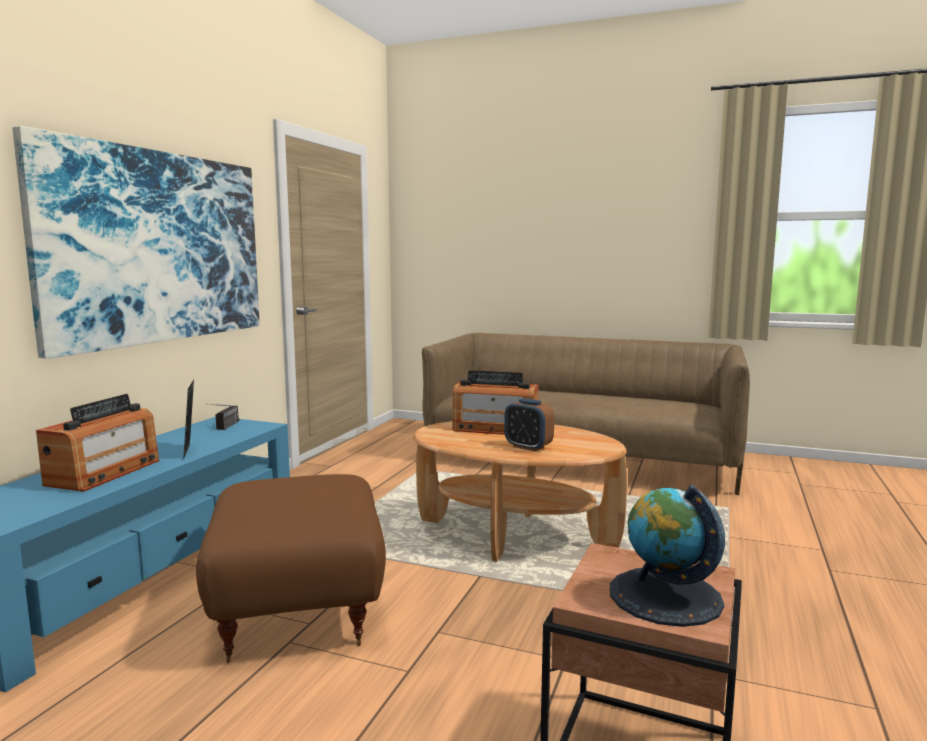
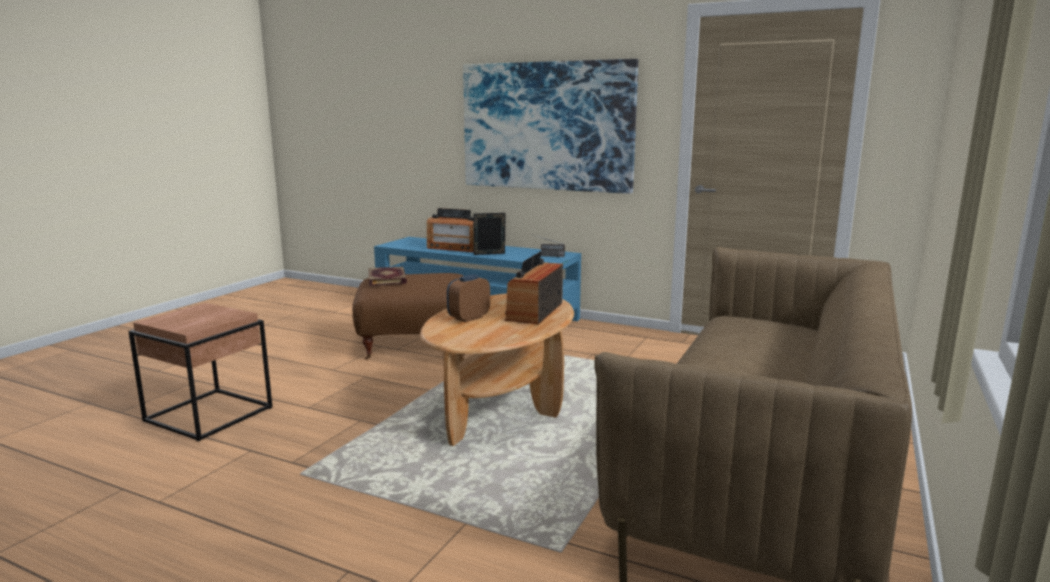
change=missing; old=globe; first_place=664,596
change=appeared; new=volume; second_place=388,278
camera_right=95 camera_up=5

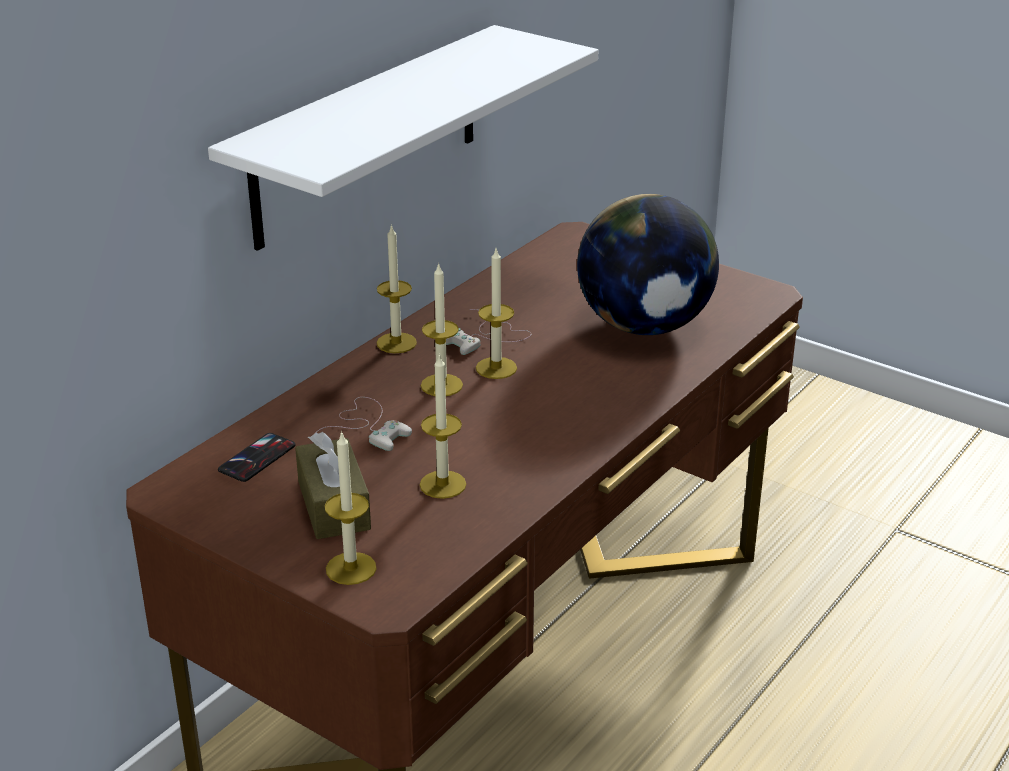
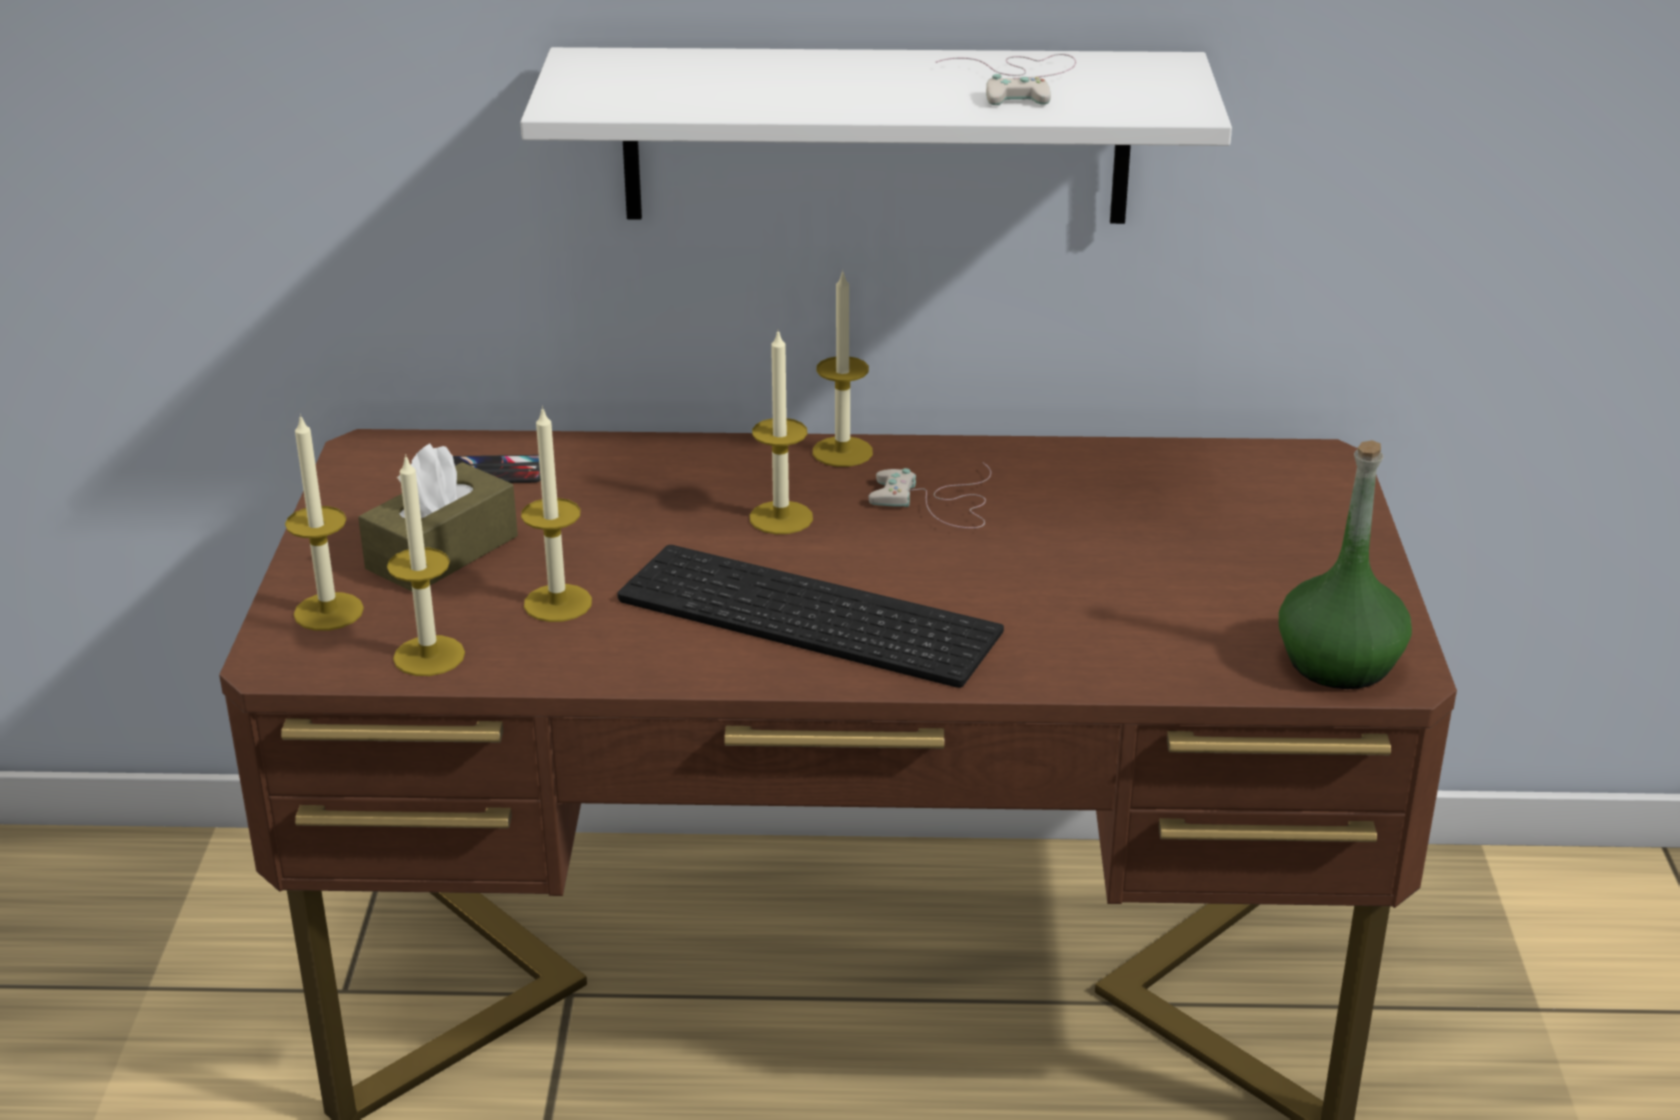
change=missing; old=globe; first_place=644,326
change=relocated; old=wax candle; first_place=496,368; second_place=429,656
change=relocated; old=gamepad/white; first_place=366,427; second_place=1021,81
change=appeared; new=drink bottle/green; second_place=1338,663
change=appeared; new=keyboard; second_place=801,618
camera_right=55 camera_up=0

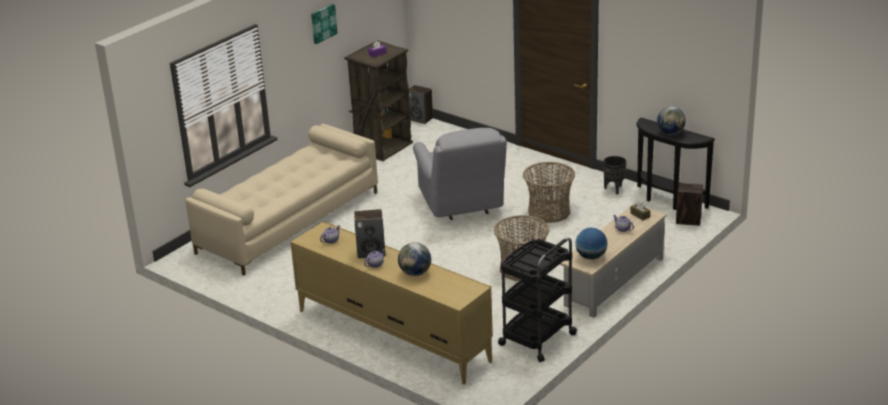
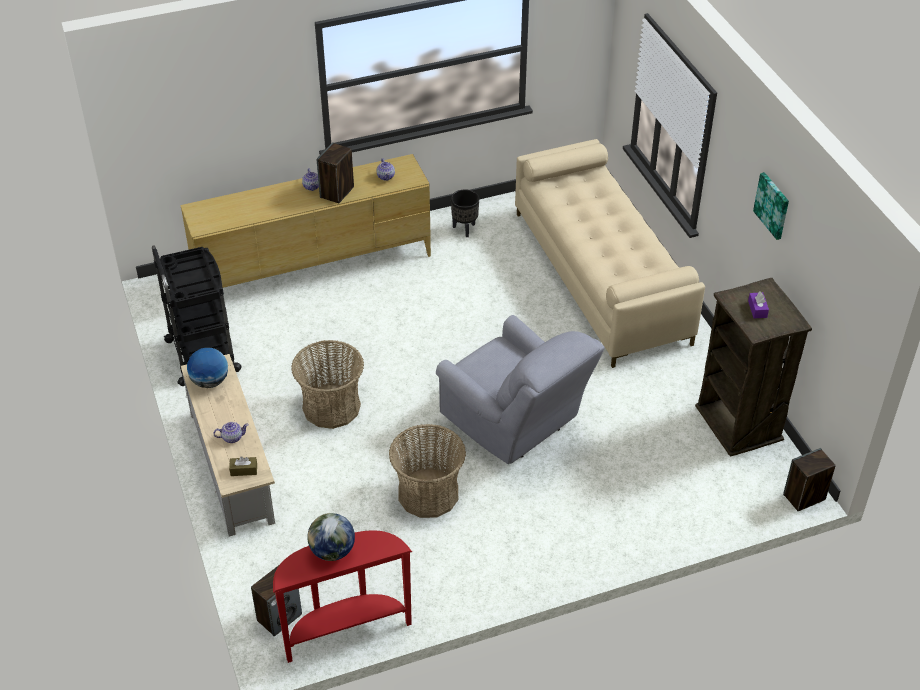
change=colour; old=narrow table/black; new=narrow table/red-coloured; first_place=667,200; second_place=345,629
change=spun; old=easy chair/greyish; first_place=462,205; second_place=515,425; degrees=-150
change=relocated; old=planter/black; first_place=614,189; second_place=464,229
change=missing; old=globe; first_place=415,273
camera_right=120 camera_up=15

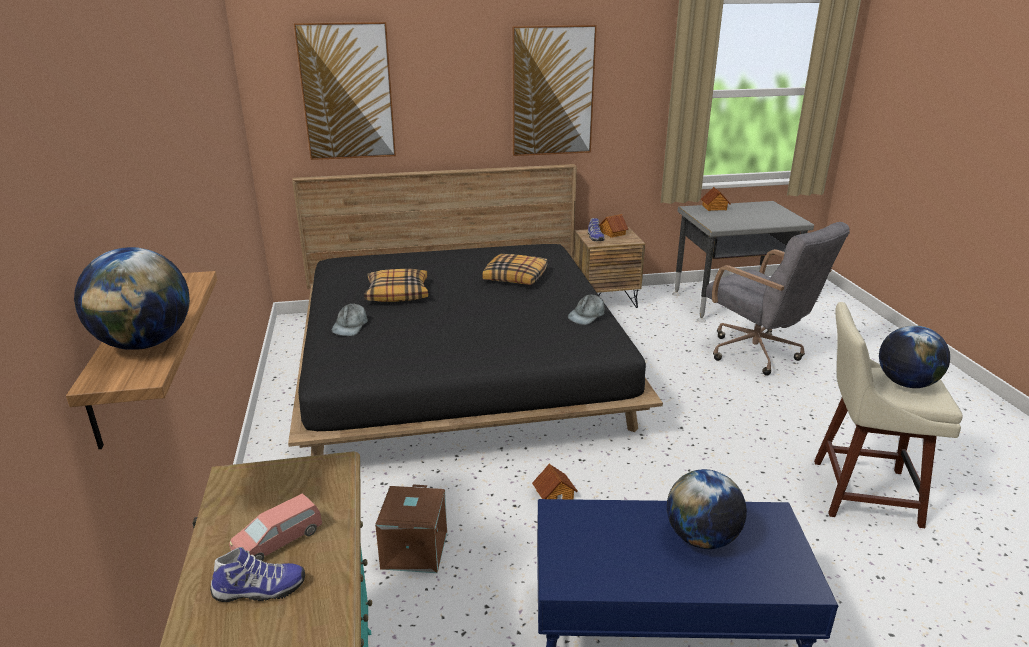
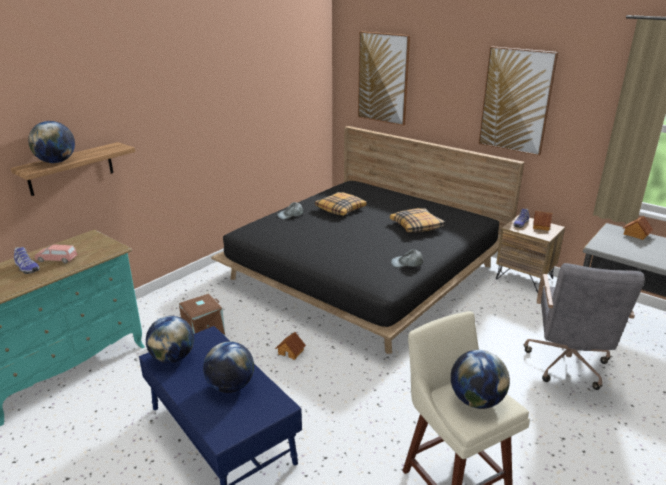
change=appeared; new=globe; second_place=173,357
camera_right=50 camera_up=0

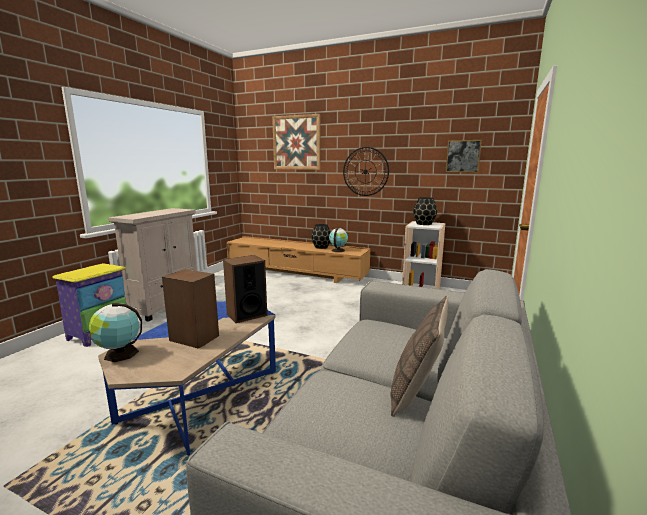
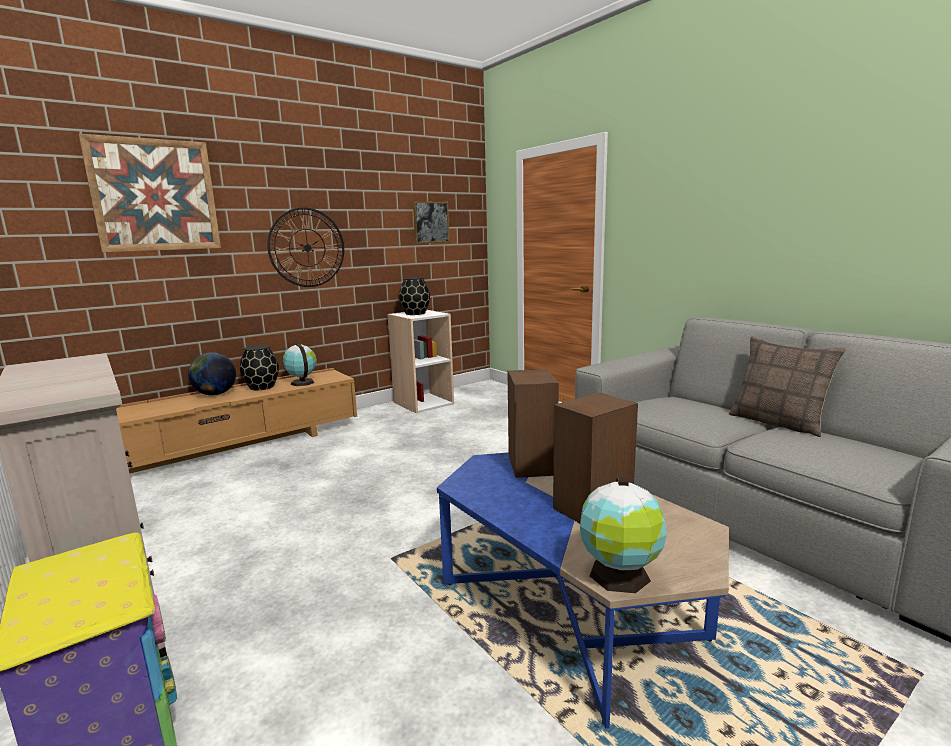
change=appeared; new=globe; second_place=215,394
camera_right=-60 camera_up=0

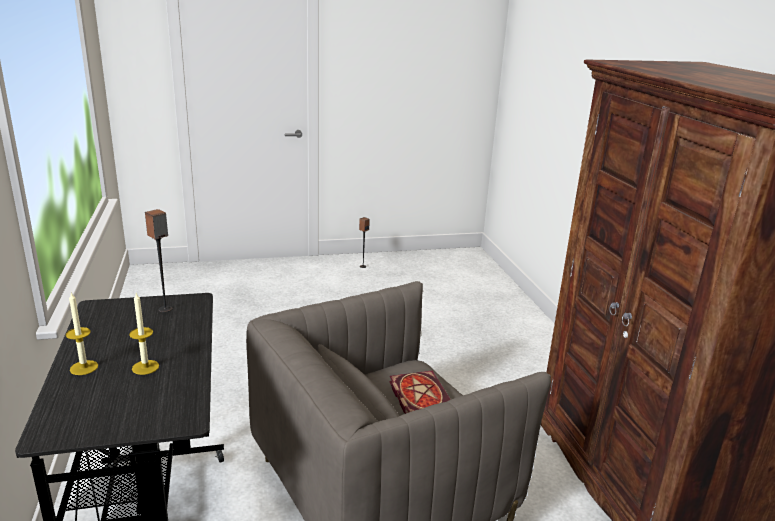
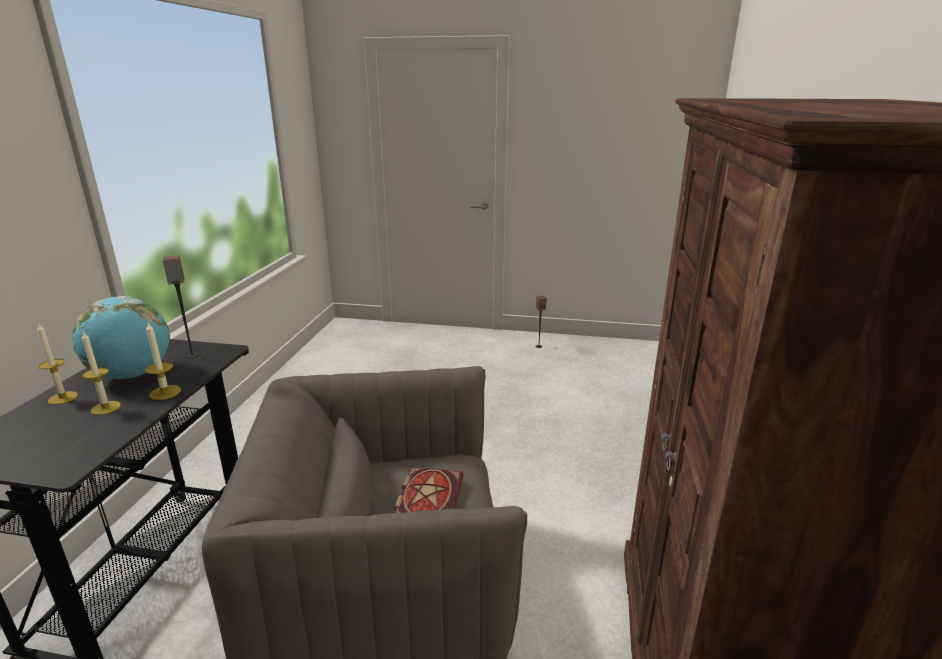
change=appeared; new=globe; second_place=133,375
change=appeared; new=wax candle; second_place=165,392
camera_right=25 camera_up=0

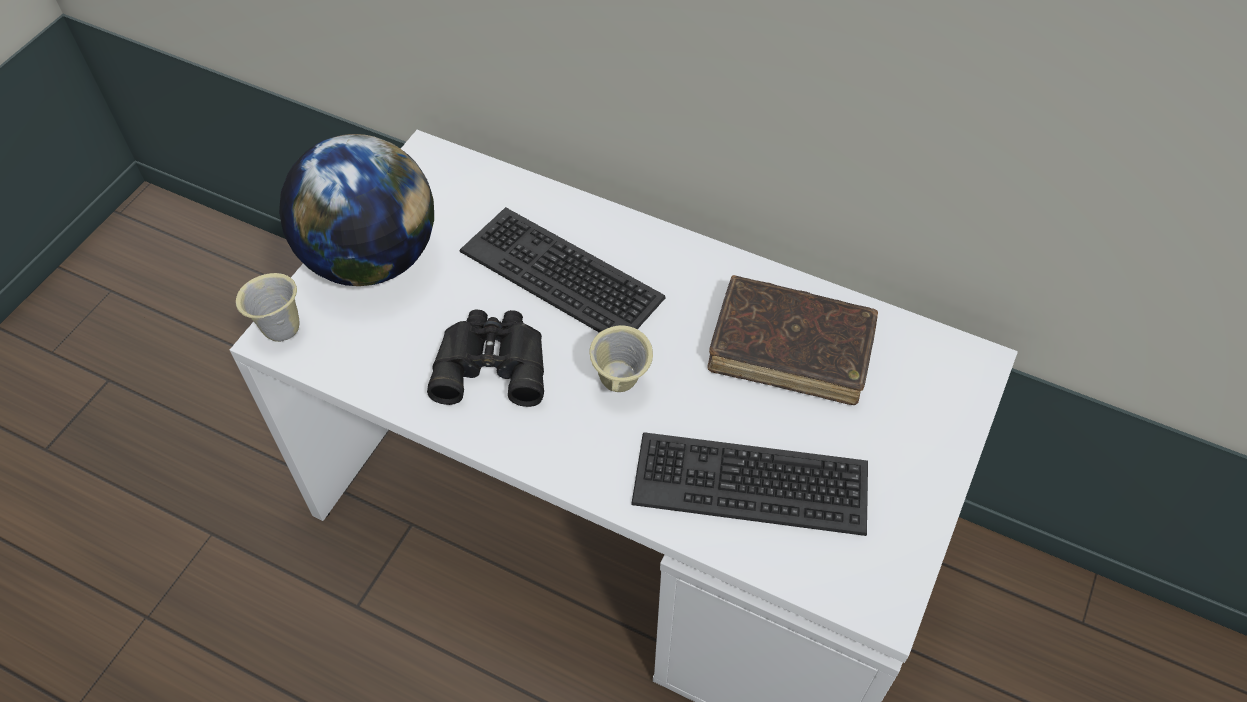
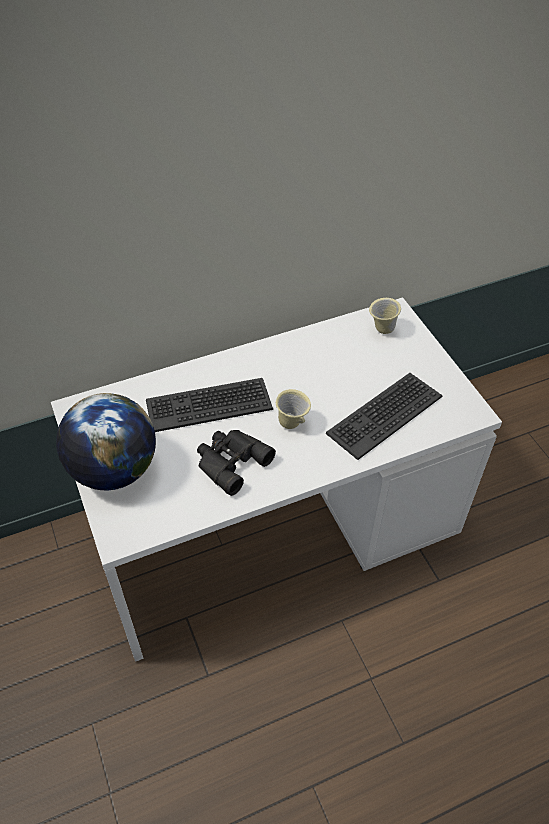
change=relocated; old=tea mug/beige-coloured; first_place=280,328; second_place=381,330
change=missing; old=volume/brown; first_place=790,349
camera_right=-50 camera_up=-5

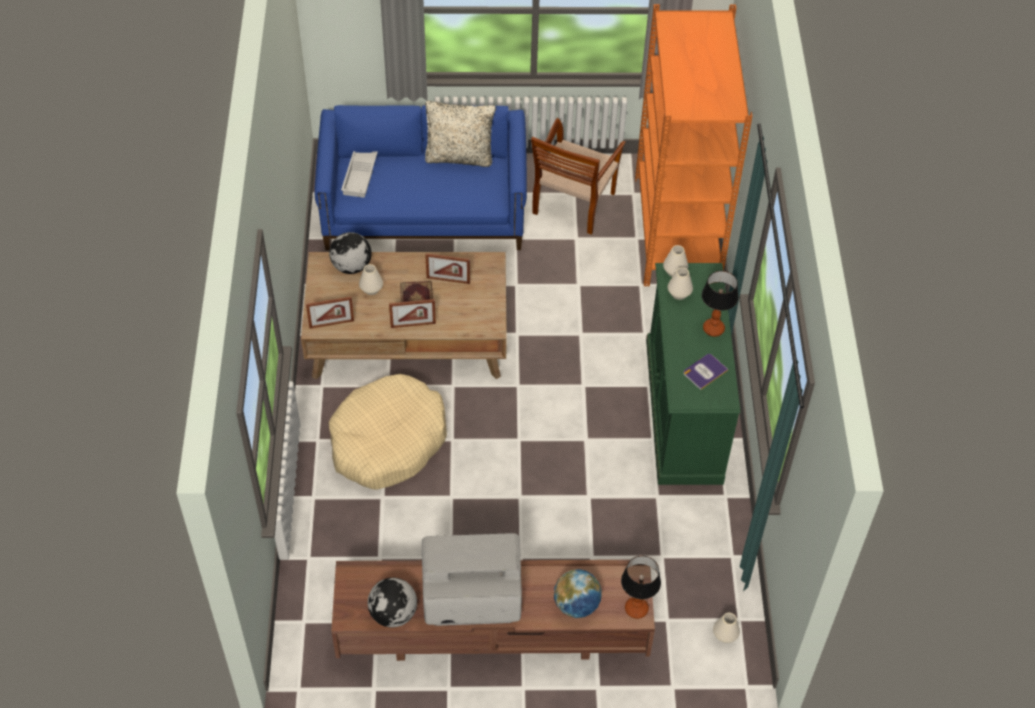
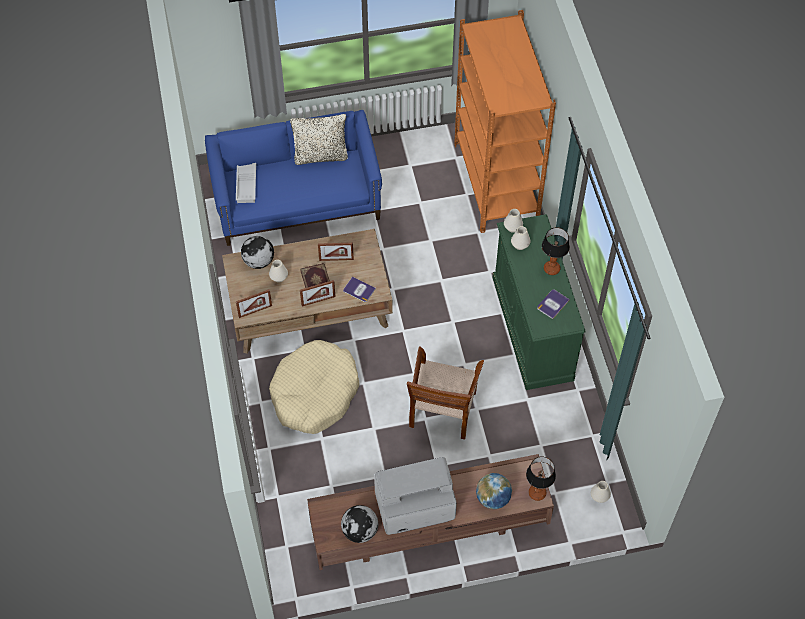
change=relocated; old=easy chair/brown; first_place=573,204; second_place=442,411
change=appeared; new=volume; second_place=359,290
camera_right=-10 camera_up=5

